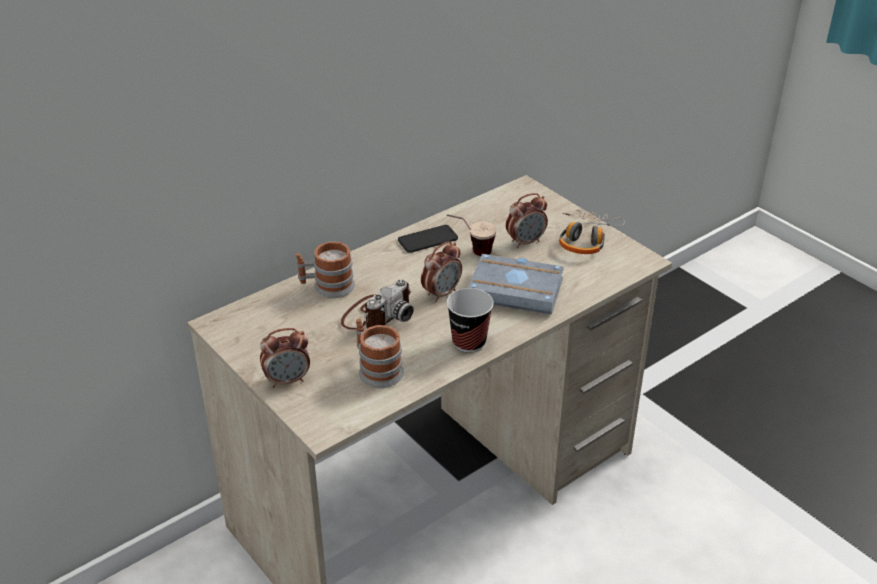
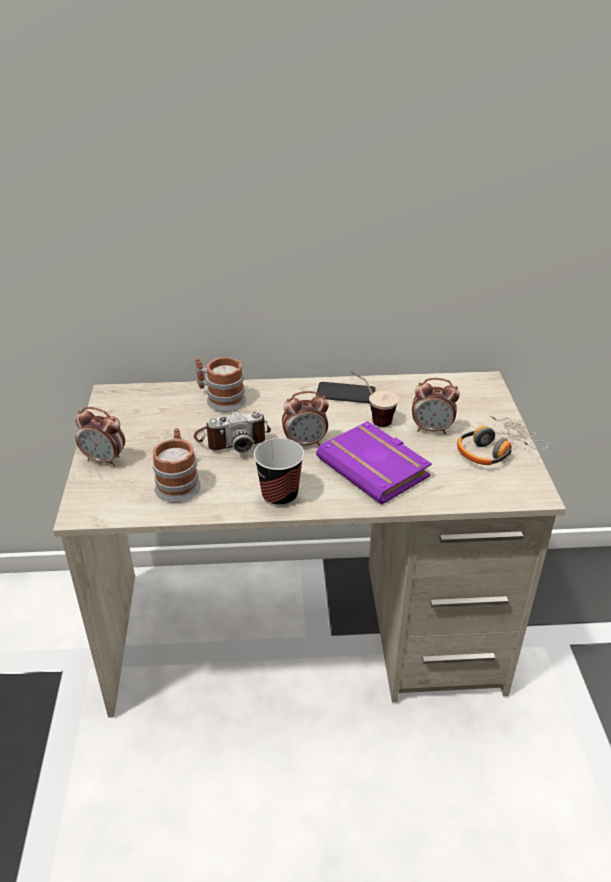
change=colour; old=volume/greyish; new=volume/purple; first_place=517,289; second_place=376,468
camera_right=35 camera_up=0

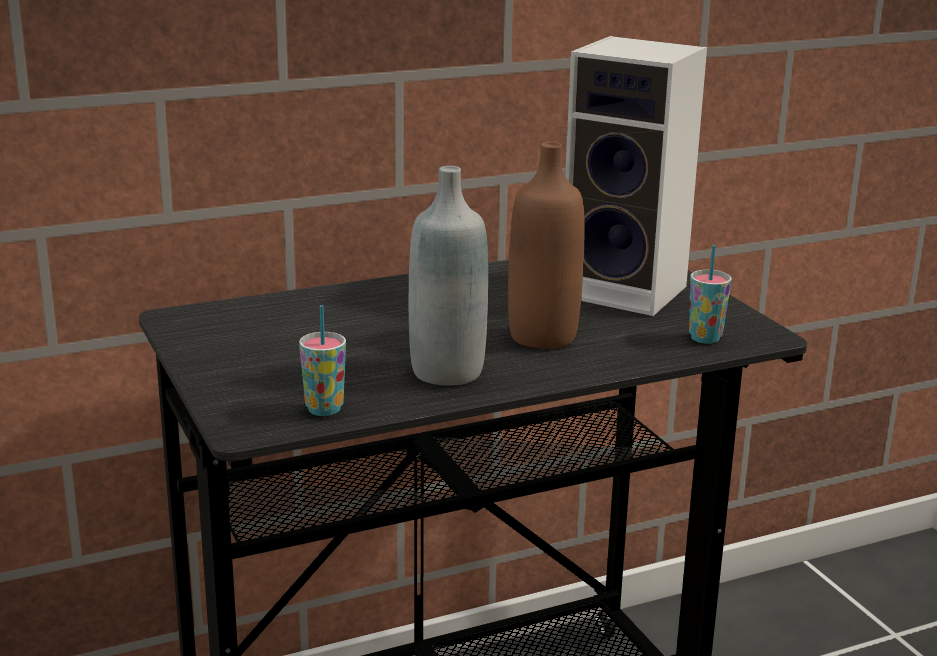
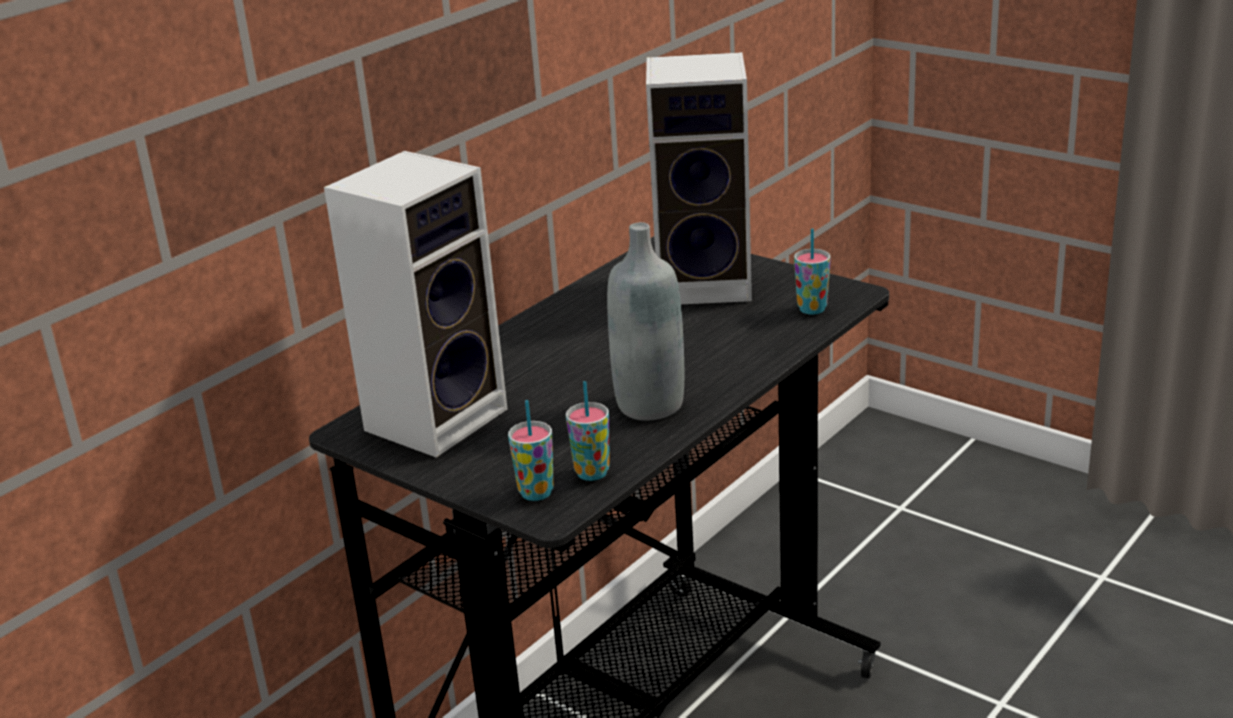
change=missing; old=drink bottle/brown; first_place=543,336
change=appeared; new=loudspeaker; second_place=437,417
change=appeared; new=cup; second_place=536,493
camera_right=-25 camera_up=5

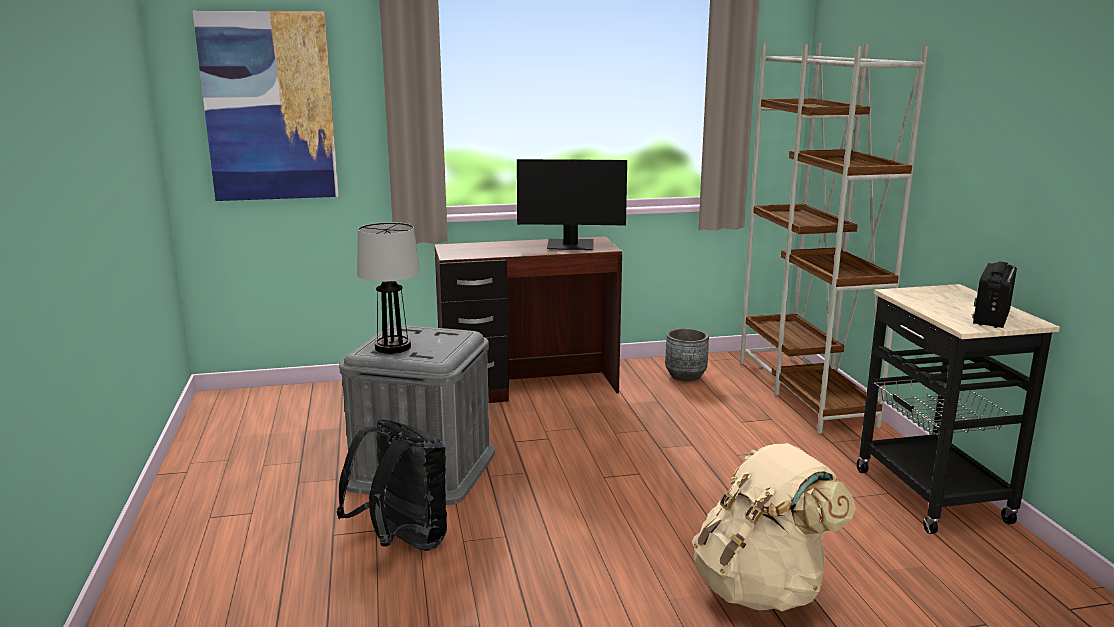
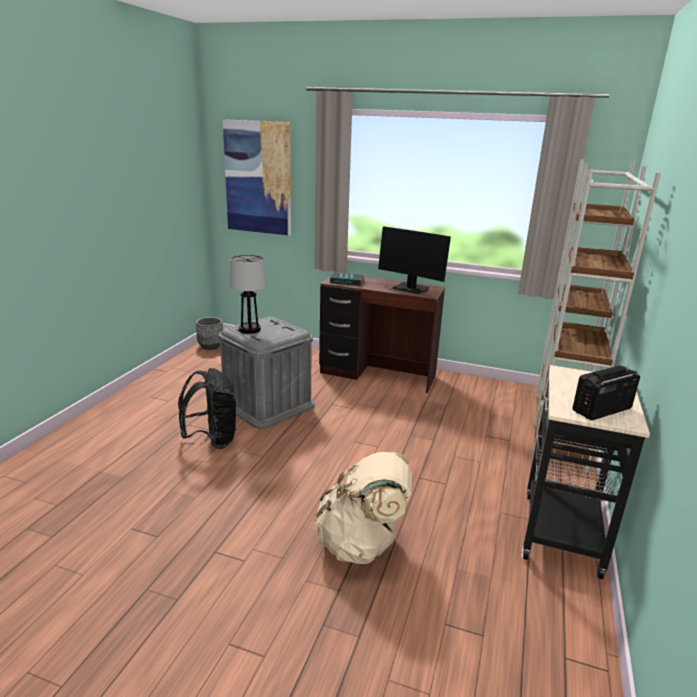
change=relocated; old=planter/greyish; first_place=685,376; second_place=210,346
change=appeared; new=volume; second_place=347,281
camera_right=30 camera_up=5

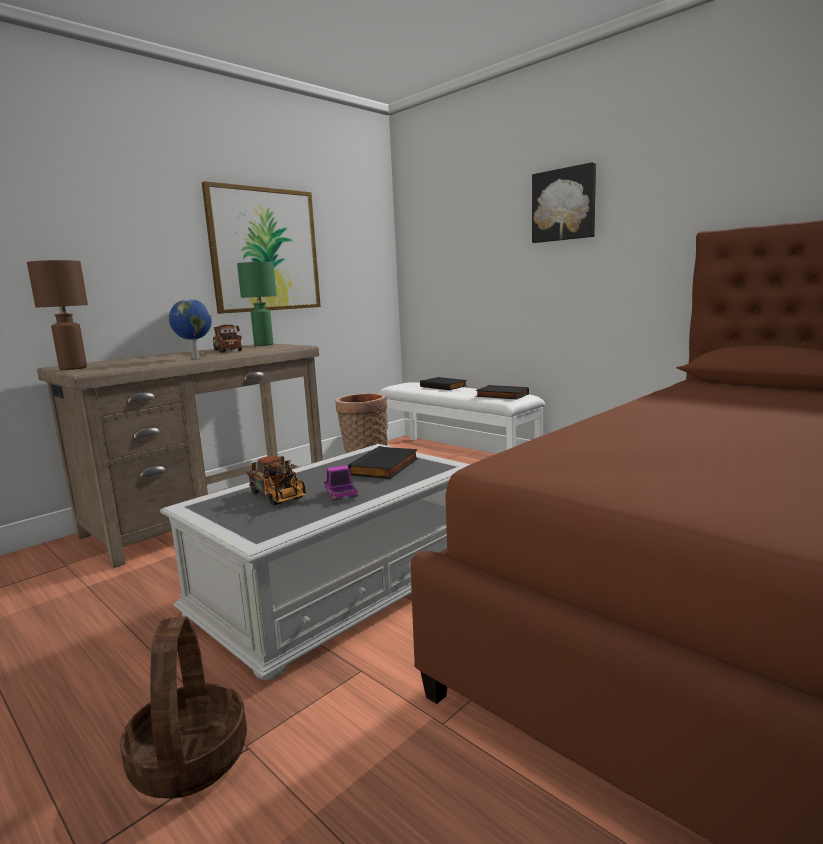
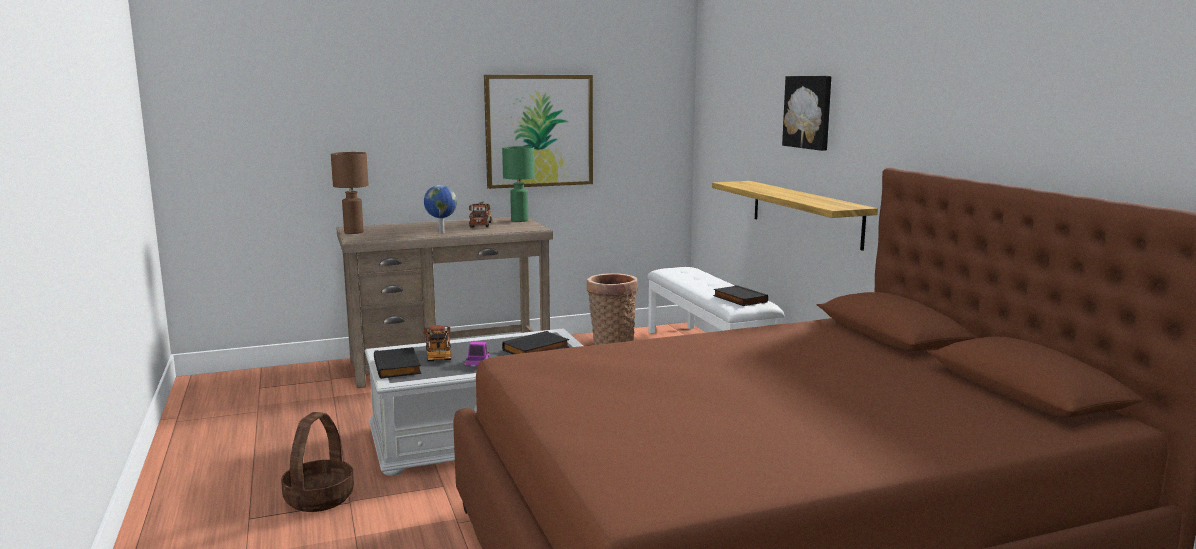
change=relocated; old=volume/black; first_place=444,386; second_place=398,366
change=appeared; new=bracket shelf; second_place=805,213
camera_right=25 camera_up=0

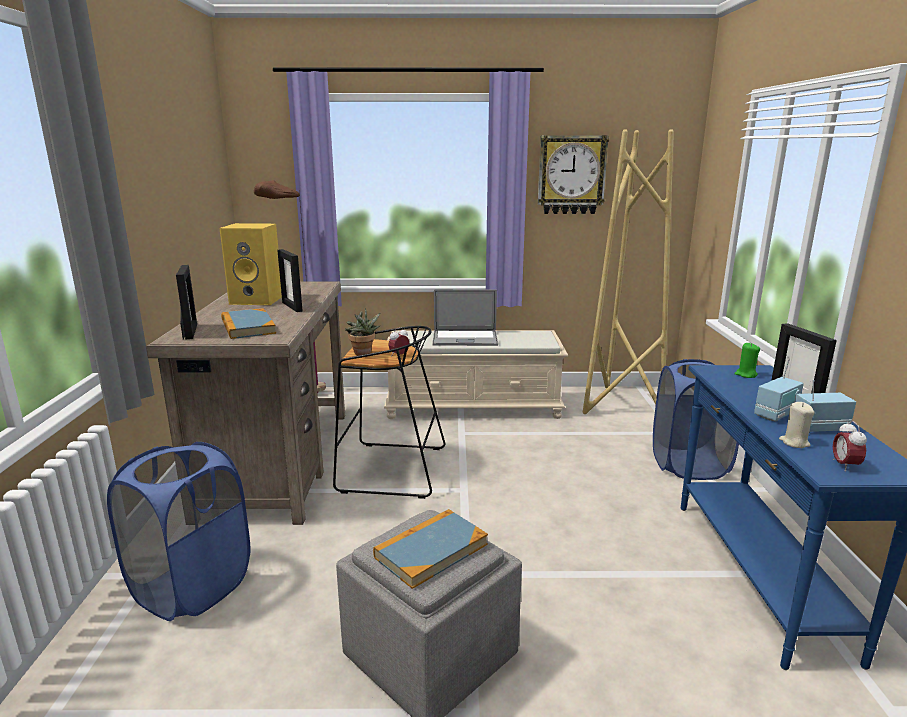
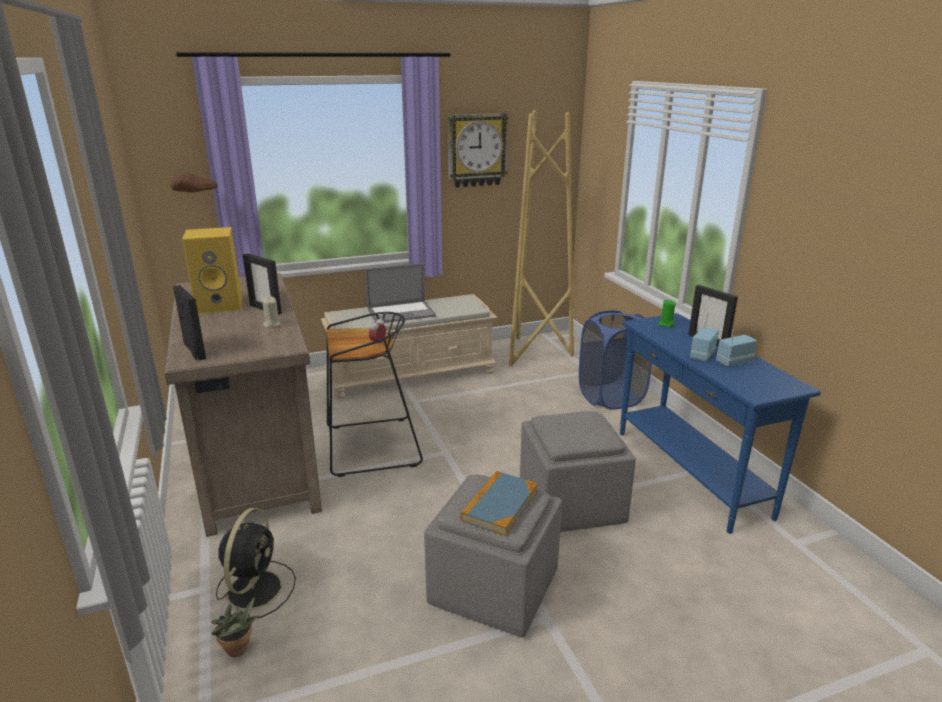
change=missing; old=volume; first_place=248,327
change=relocated; old=plant in a pot; first_place=363,354; second_place=239,650
change=relocated; old=wax candle/beige-coloured; first_place=794,442; second_place=271,324
change=missing; old=bedside clock; first_place=844,465
change=exchanged; old=laundry basket/blue; new=cooling fan/black; first_place=192,587; second_place=256,588
change=appeared; new=pouffe/greyish; second_place=569,504
camera_right=-20 camera_up=5

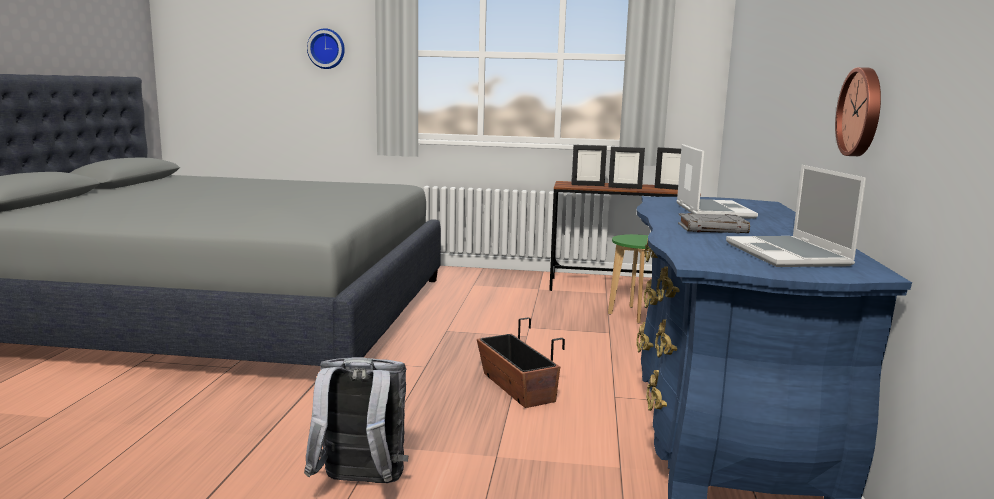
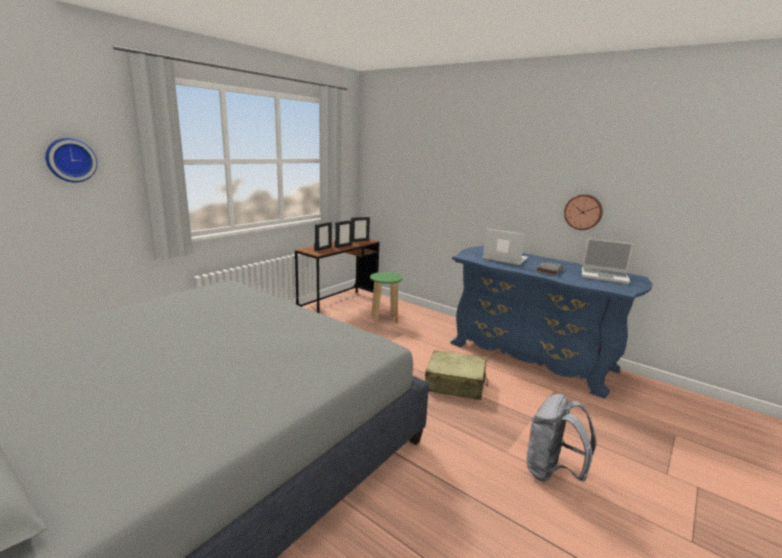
change=exchanged; old=planter; new=suitcase/beige-coloured; first_place=516,387; second_place=455,384
camera_right=-60 camera_up=5

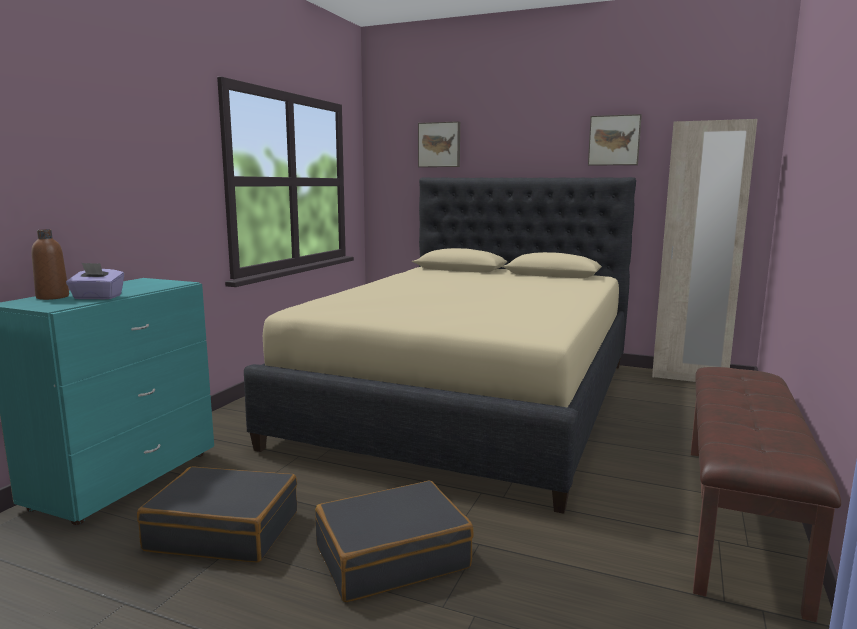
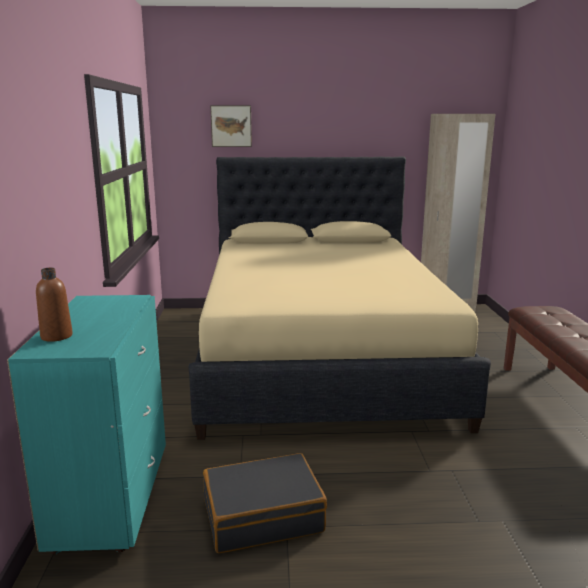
change=missing; old=picture; first_place=614,140
change=missing; old=tissue box/purple; first_place=97,297
change=missing; old=suitcase/black; first_place=391,556
camera_right=-25 camera_up=5

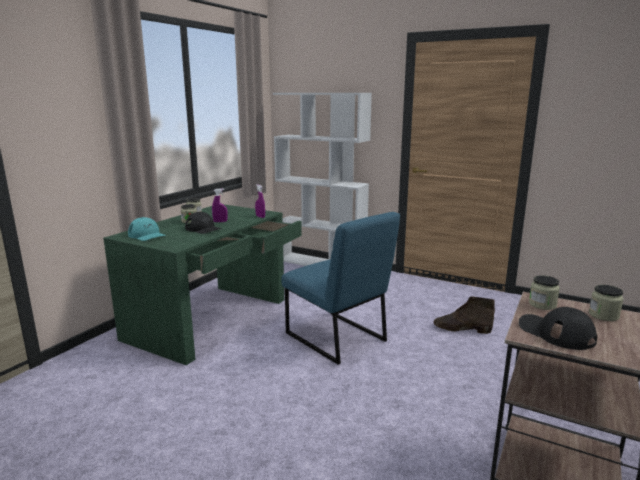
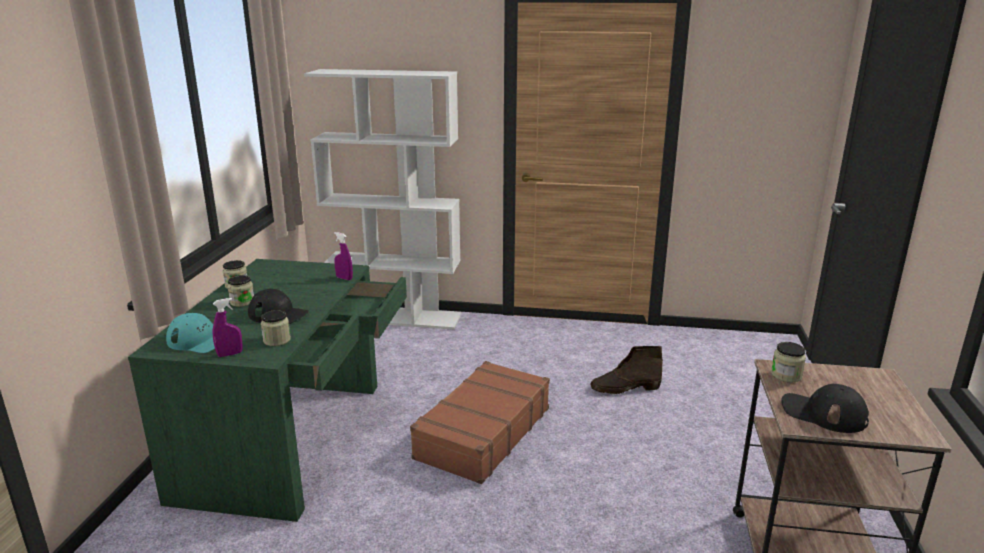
change=relocated; old=hand sprayer/purple; first_place=220,221; second_place=230,354
change=exchanged; old=chair/blue; new=suitcase/brown; first_place=337,338; second_place=482,433
change=relocated; old=preserve jar; first_place=603,315; second_place=277,340
camera_right=-20 camera_up=5

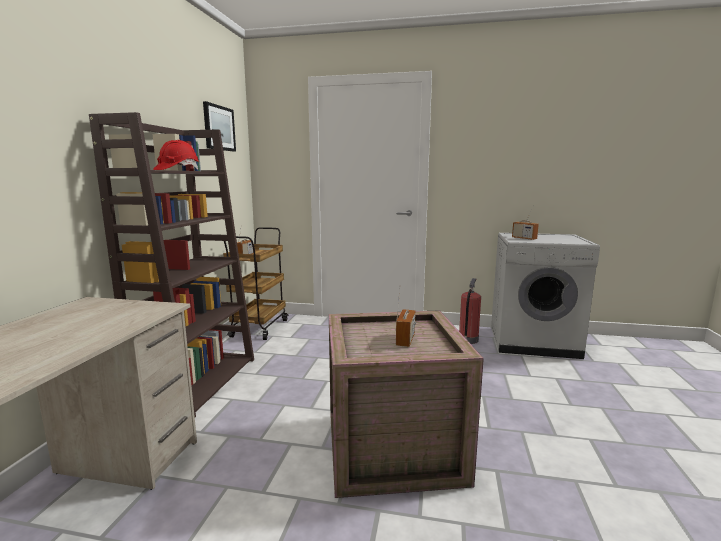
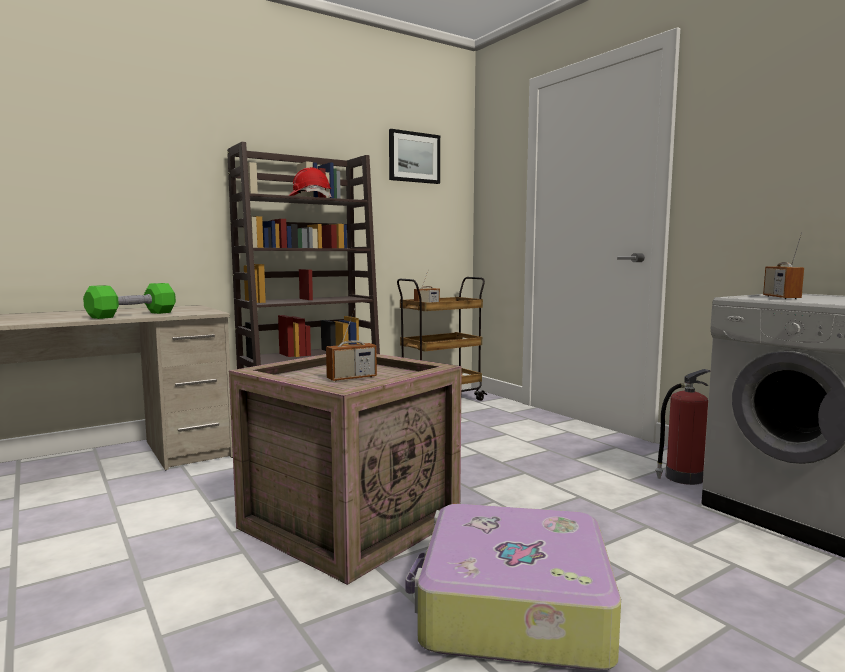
change=appeared; new=hand weight/green; second_place=132,315
change=appeared; new=suitcase; second_place=512,607
camera_right=45 camera_up=-5

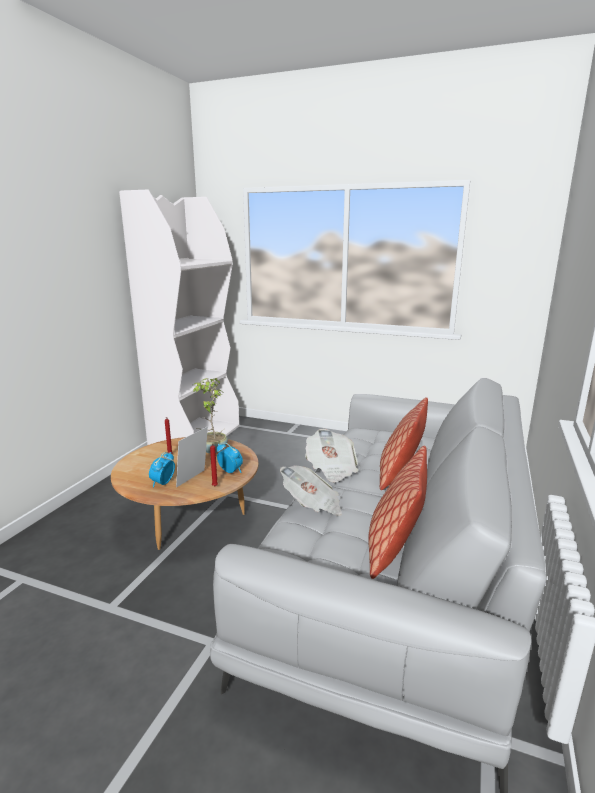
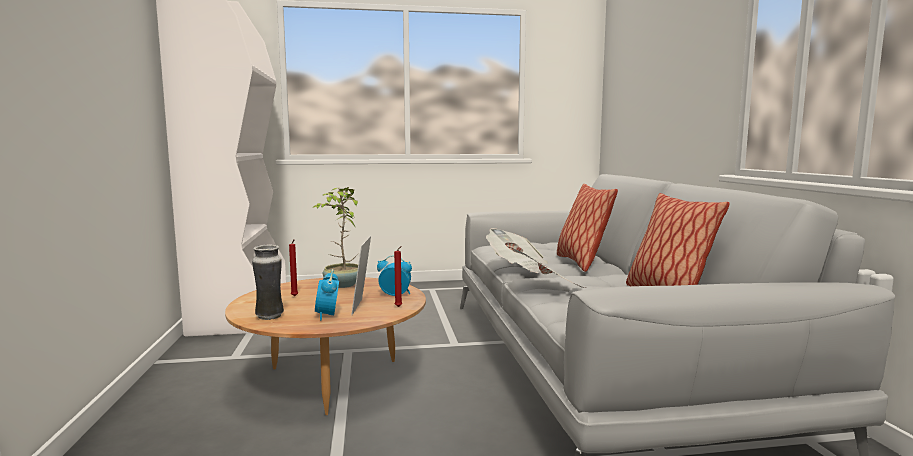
change=appeared; new=flower vase; second_place=270,317
camera_right=-30 camera_up=-10

